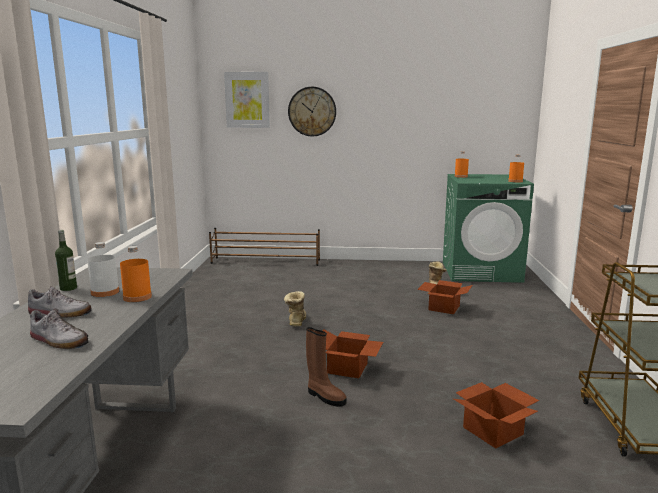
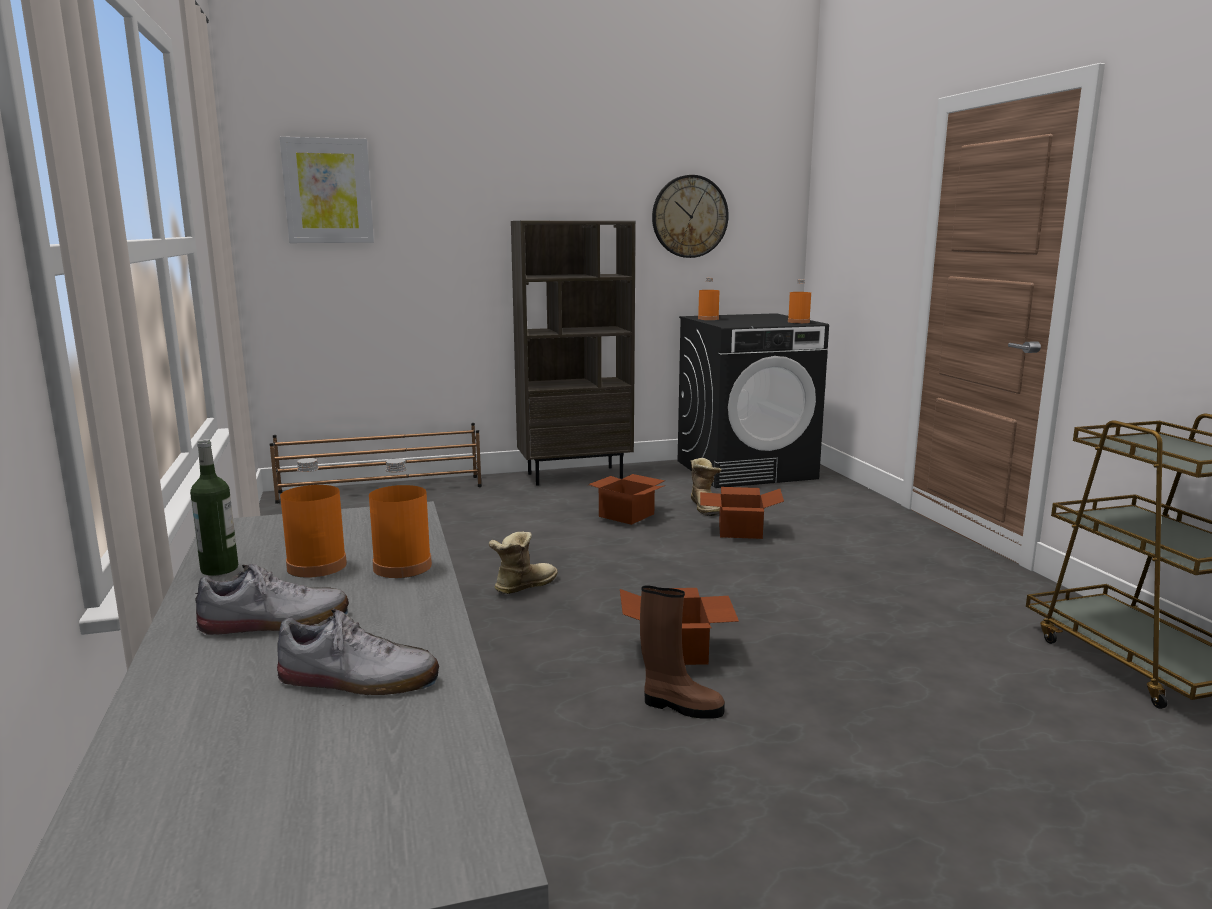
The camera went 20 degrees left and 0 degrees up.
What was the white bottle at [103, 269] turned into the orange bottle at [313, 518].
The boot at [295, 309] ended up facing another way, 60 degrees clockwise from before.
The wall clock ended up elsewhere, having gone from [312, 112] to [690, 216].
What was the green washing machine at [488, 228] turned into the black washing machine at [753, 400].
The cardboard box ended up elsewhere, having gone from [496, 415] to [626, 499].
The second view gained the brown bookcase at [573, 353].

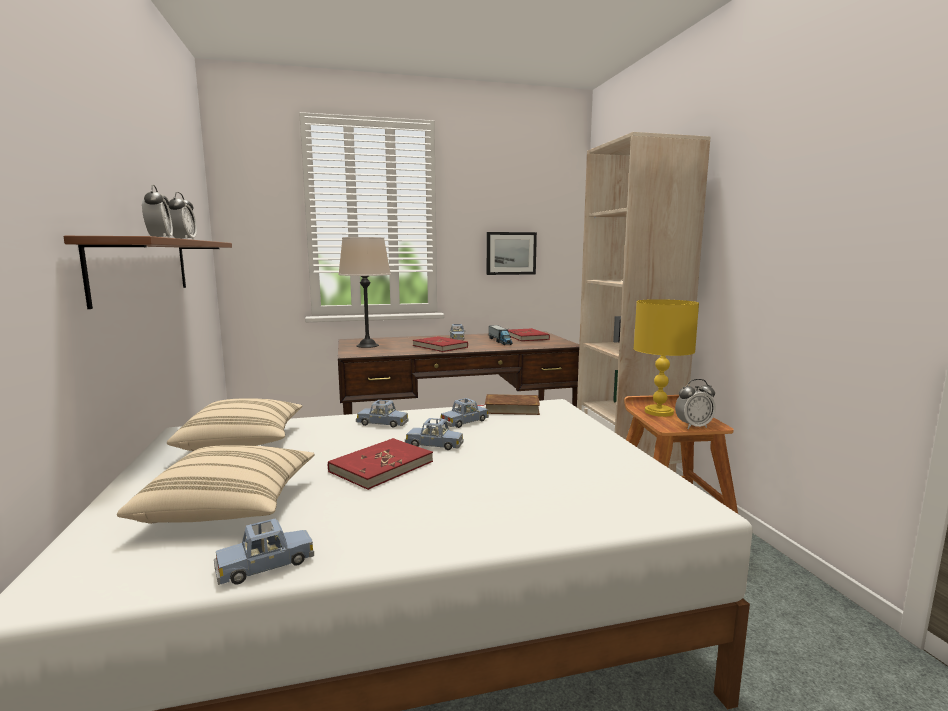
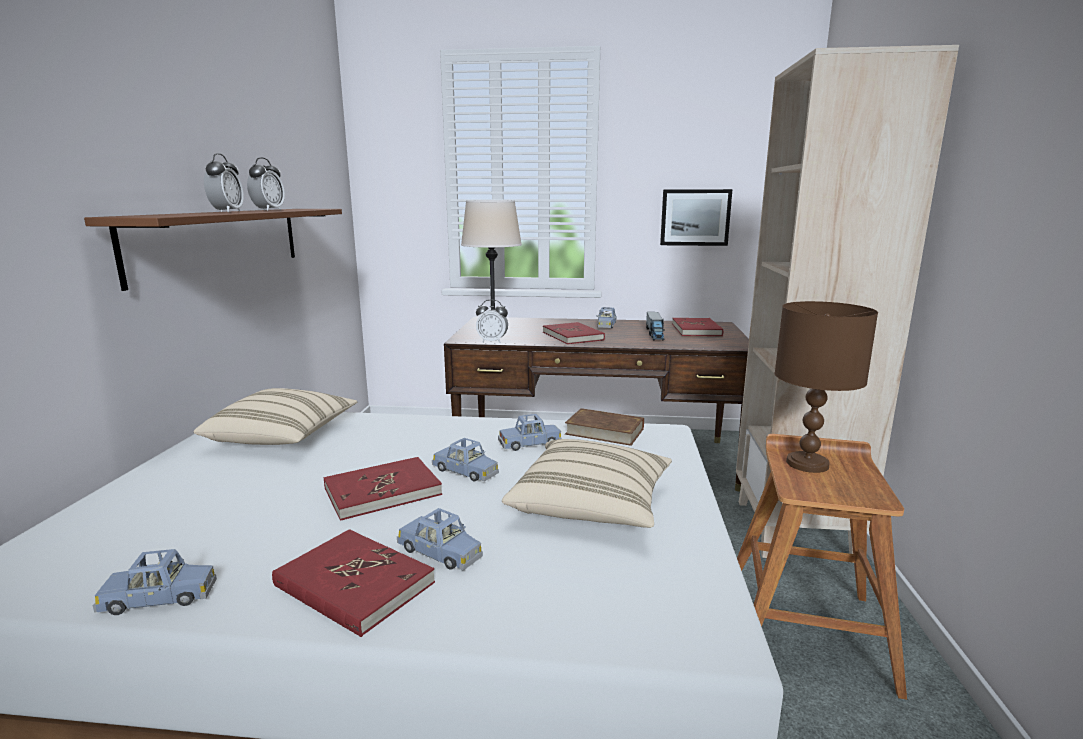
The camera went 20 degrees right and 5 degrees up.
The beige pillow ended up elsewhere, having gone from [216, 484] to [587, 483].
The blue toy car ended up elsewhere, having gone from [382, 414] to [440, 539].
What was the yellow table lamp at [666, 358] turned into the brown table lamp at [826, 387].
The alarm clock ended up elsewhere, having gone from [695, 404] to [492, 321].
The second view gained the red book at [353, 583].

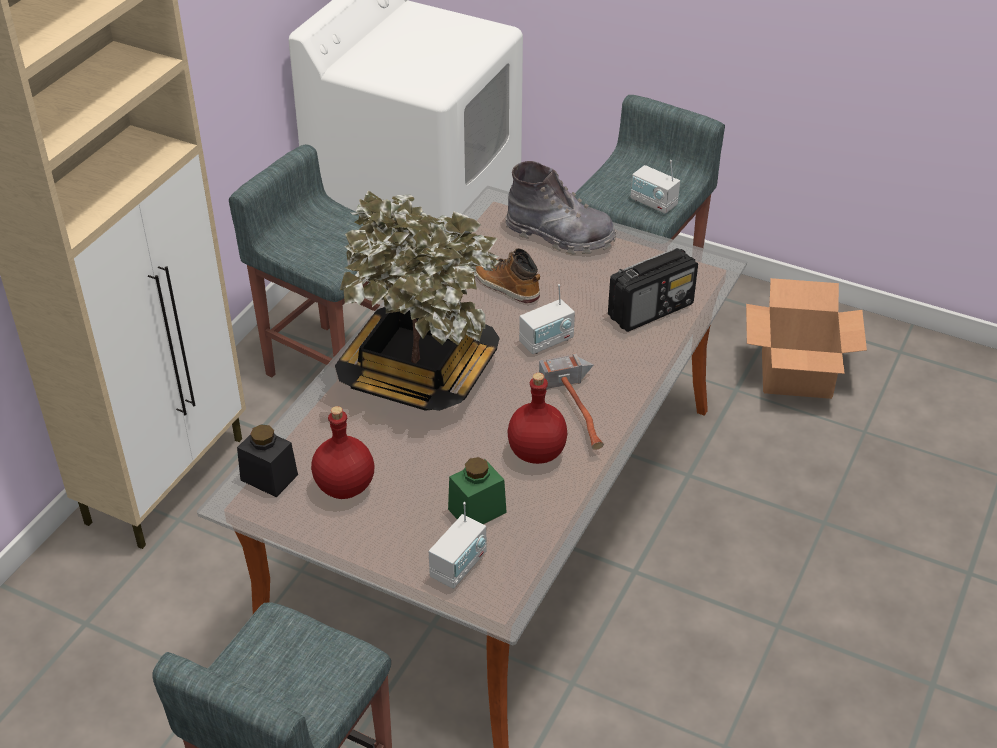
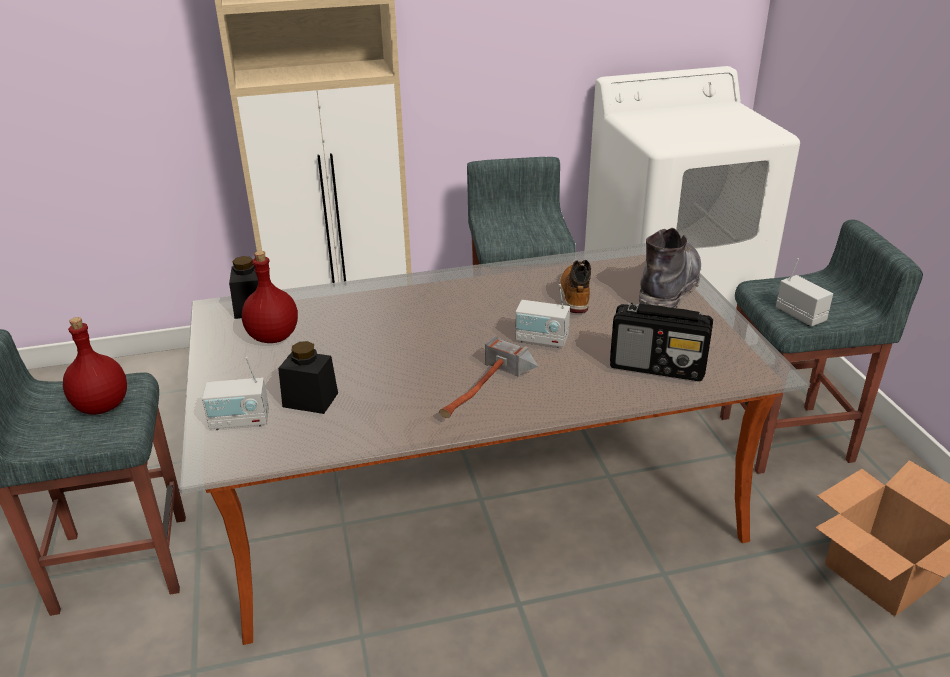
The camera went 50 degrees right and 10 degrees down.
The second view lost the potted plant at [417, 300].
What was the green jar at [477, 490] turned into the black jar at [308, 377].
The grey boot at [560, 208] ended up facing another way, 135 degrees counterclockwise from before.
The red bottle ended up elsewhere, having gone from [538, 418] to [95, 366].
The radio at [655, 187] ended up facing another way, 150 degrees clockwise from before.

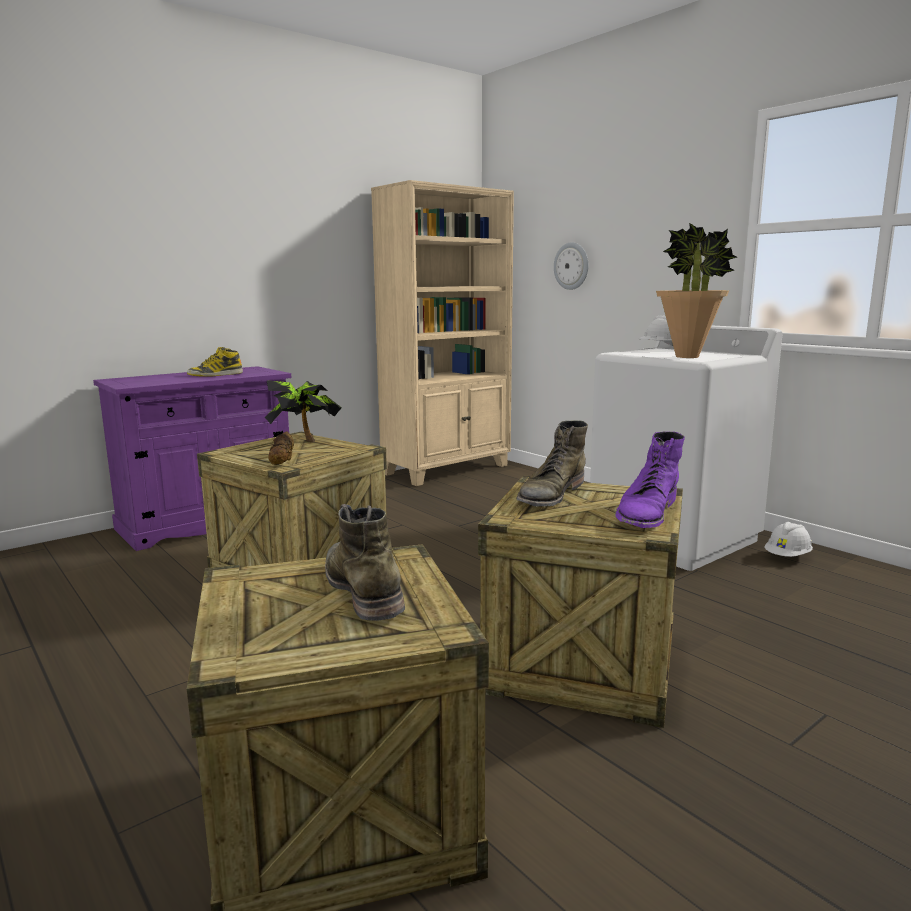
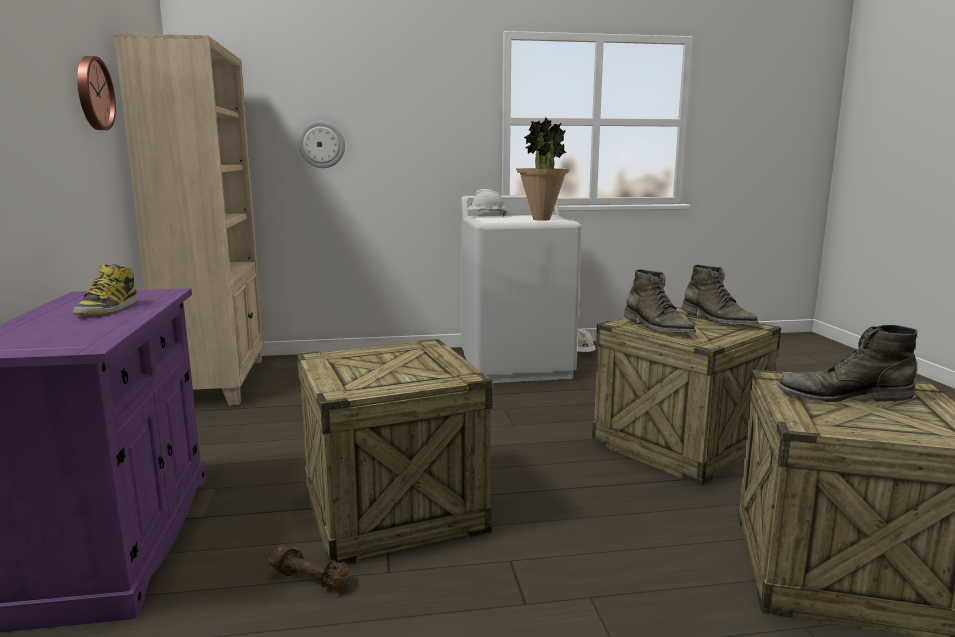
The camera went 60 degrees left and 0 degrees up.
The second view lost the potted plant at [303, 411].
The brown dumbbell ended up elsewhere, having gone from [281, 448] to [308, 568].
What was the purple boot at [650, 479] turned into the green boot at [720, 294].
The second view gained the wall clock at [96, 93].

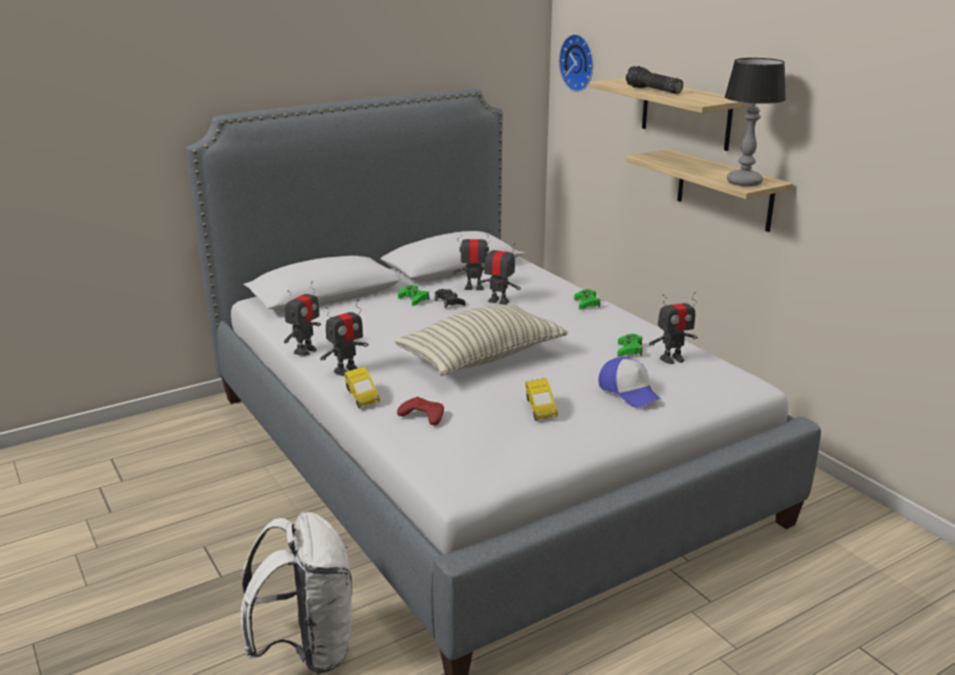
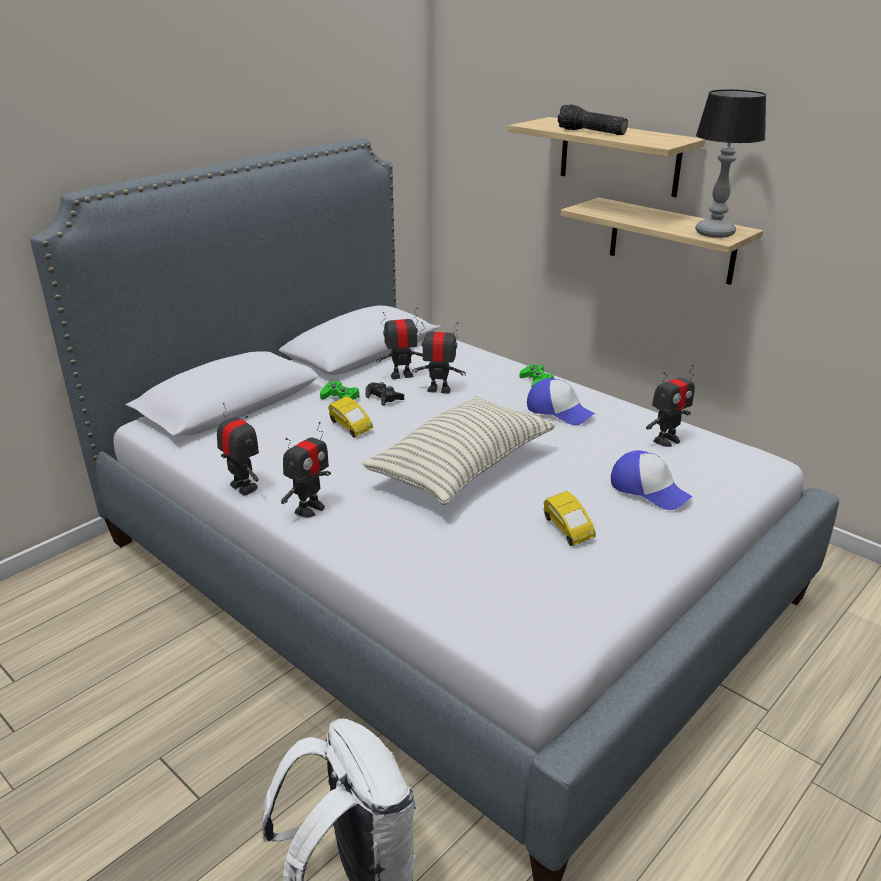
The camera went 15 degrees left and 5 degrees up.
The toy robot at [302, 318] ended up facing another way, 60 degrees counterclockwise from before.
The yellow toy car ended up elsewhere, having gone from [362, 387] to [350, 417].
The second view lost the red game controller at [420, 411].
The second view lost the wall clock at [576, 63].
The second view lost the green game controller at [629, 345].
The second view gained the cap at [561, 401].

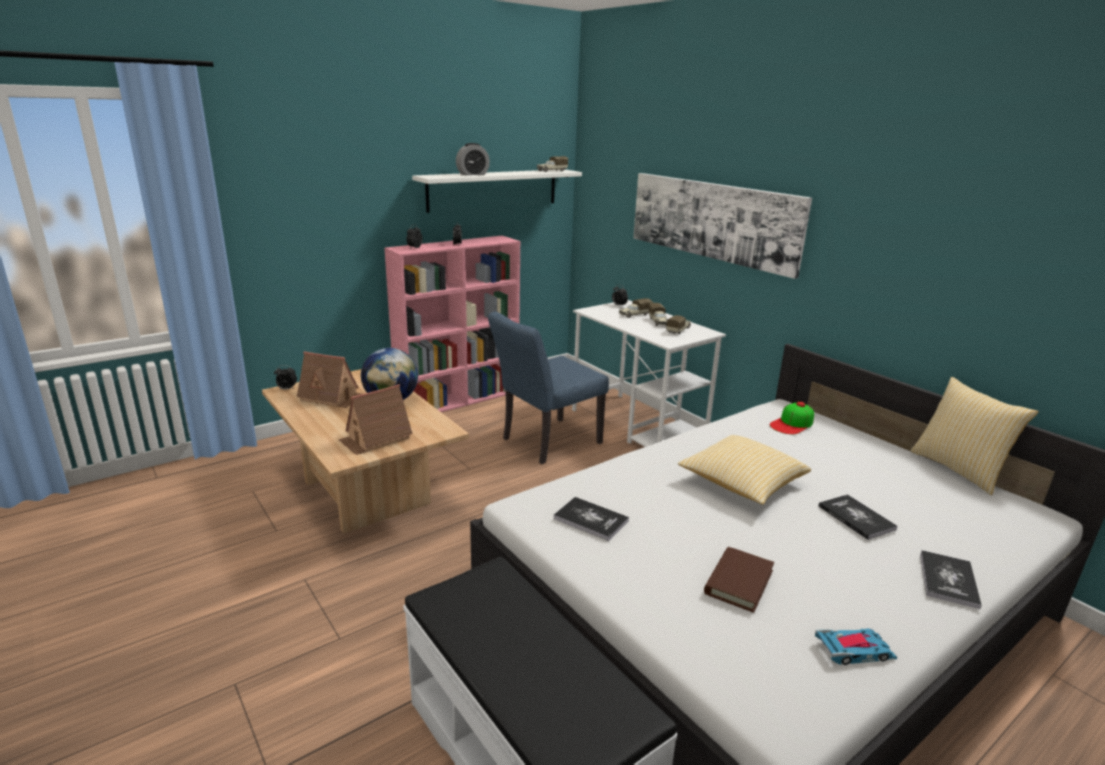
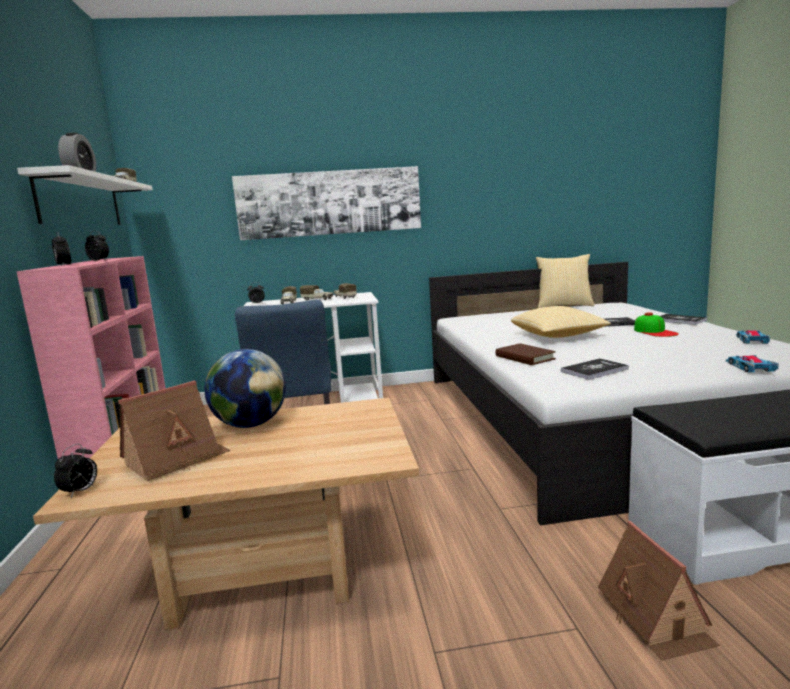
The camera went 60 degrees left and 10 degrees down.
The toy house ended up elsewhere, having gone from [376, 419] to [659, 590].
The brown book ended up elsewhere, having gone from [739, 580] to [525, 354].
The cap ended up elsewhere, having gone from [792, 418] to [656, 324].
The second view gained the toy car at [752, 363].

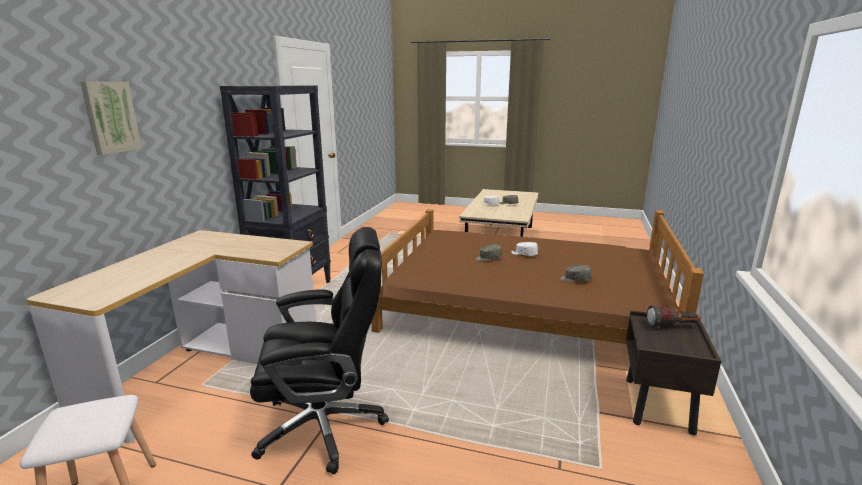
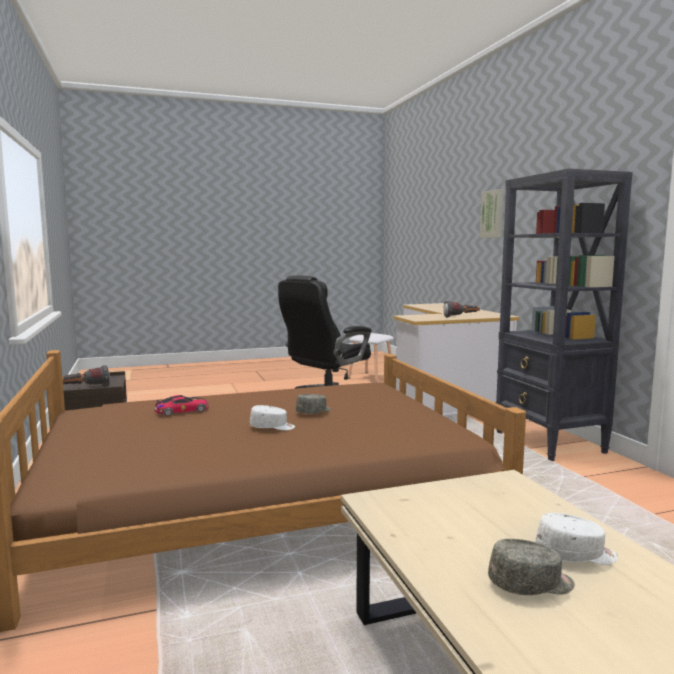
The camera went 145 degrees right and 10 degrees down.
Where the grey cap stood at [575, 273], the toy car came to stand at [182, 405].
The second view gained the flashlight at [461, 309].

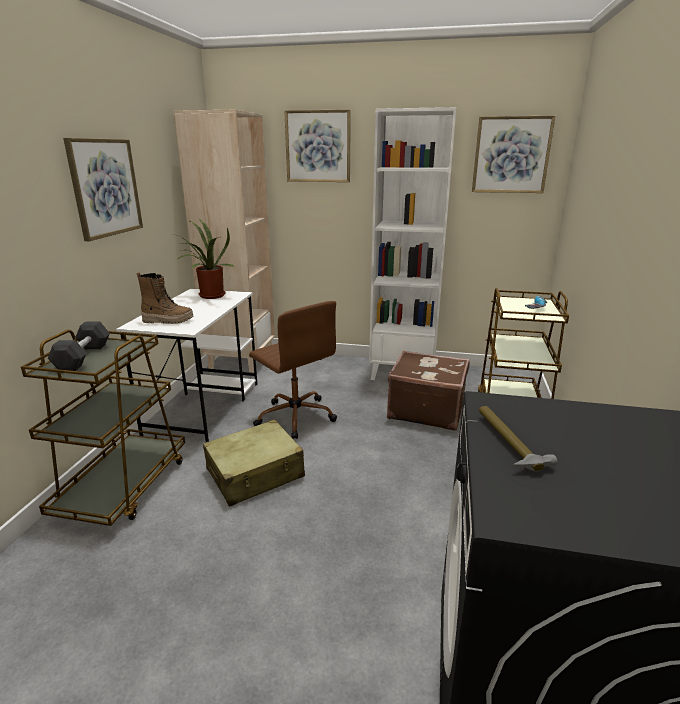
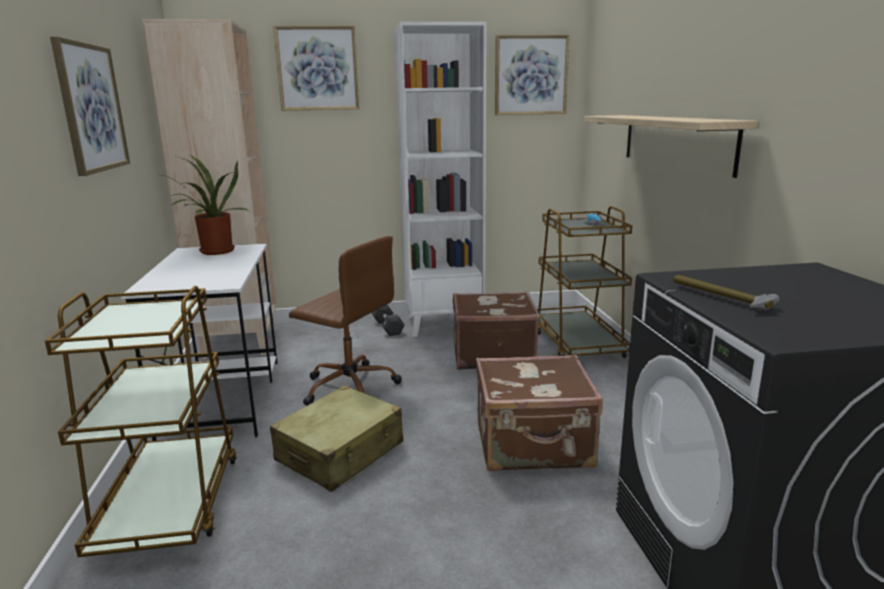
The camera went 20 degrees left and 5 degrees down.
The black dumbbell ended up elsewhere, having gone from [79, 346] to [388, 320].
The second view lost the boot at [165, 298].
The second view gained the brown suitcase at [539, 412].
The second view gained the shelf at [671, 146].

